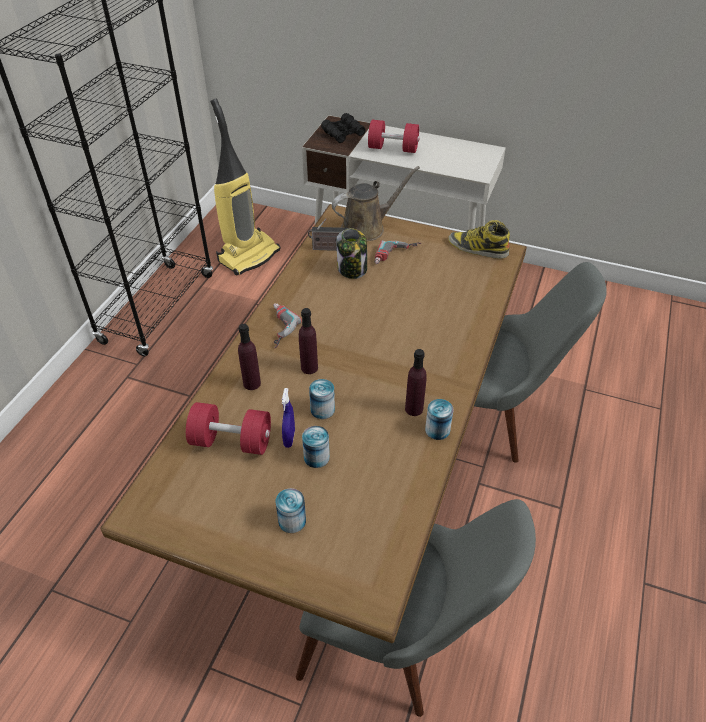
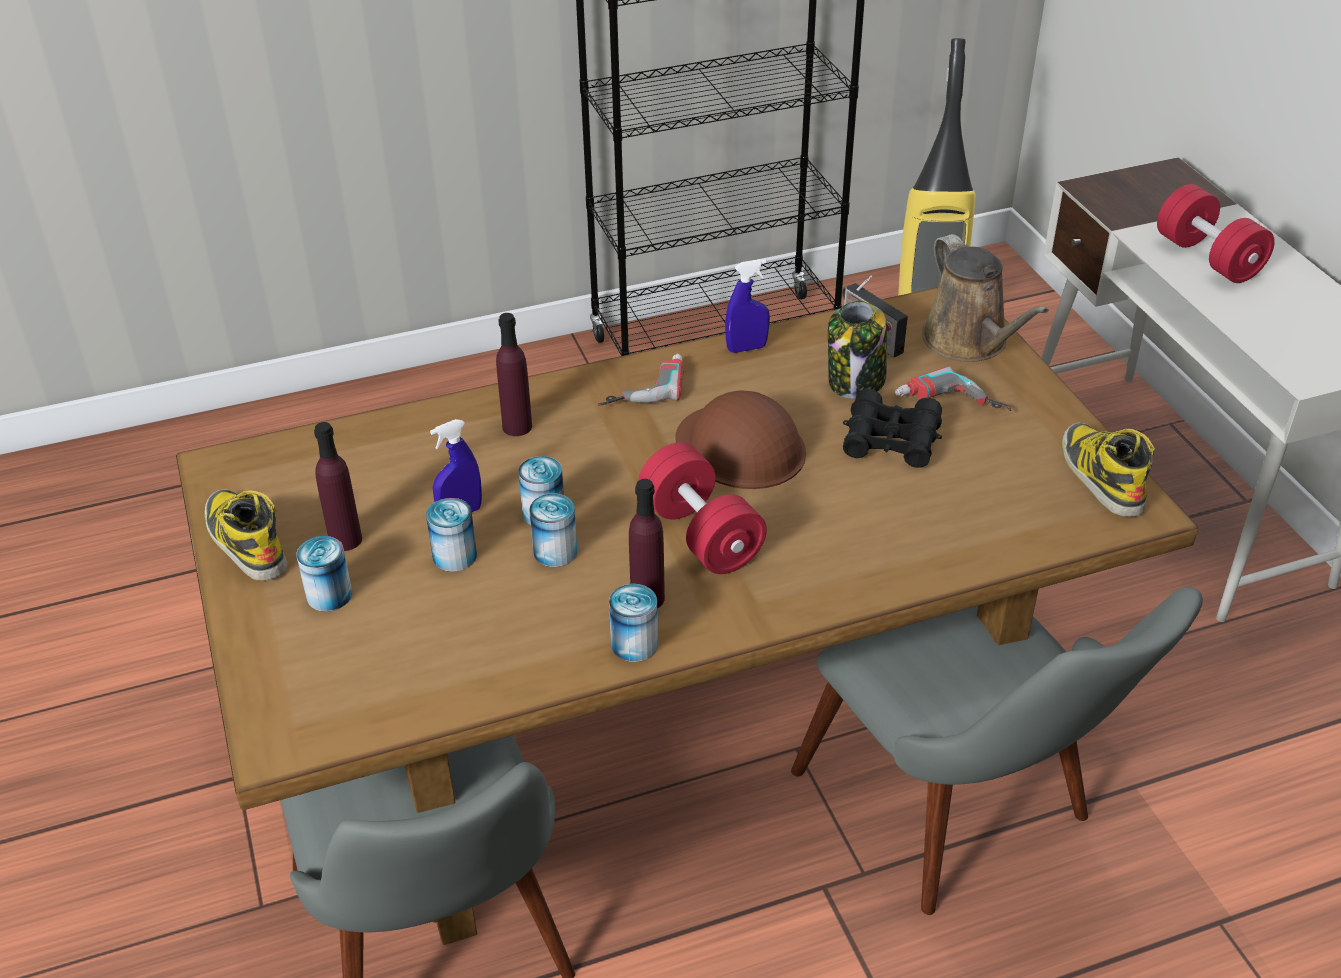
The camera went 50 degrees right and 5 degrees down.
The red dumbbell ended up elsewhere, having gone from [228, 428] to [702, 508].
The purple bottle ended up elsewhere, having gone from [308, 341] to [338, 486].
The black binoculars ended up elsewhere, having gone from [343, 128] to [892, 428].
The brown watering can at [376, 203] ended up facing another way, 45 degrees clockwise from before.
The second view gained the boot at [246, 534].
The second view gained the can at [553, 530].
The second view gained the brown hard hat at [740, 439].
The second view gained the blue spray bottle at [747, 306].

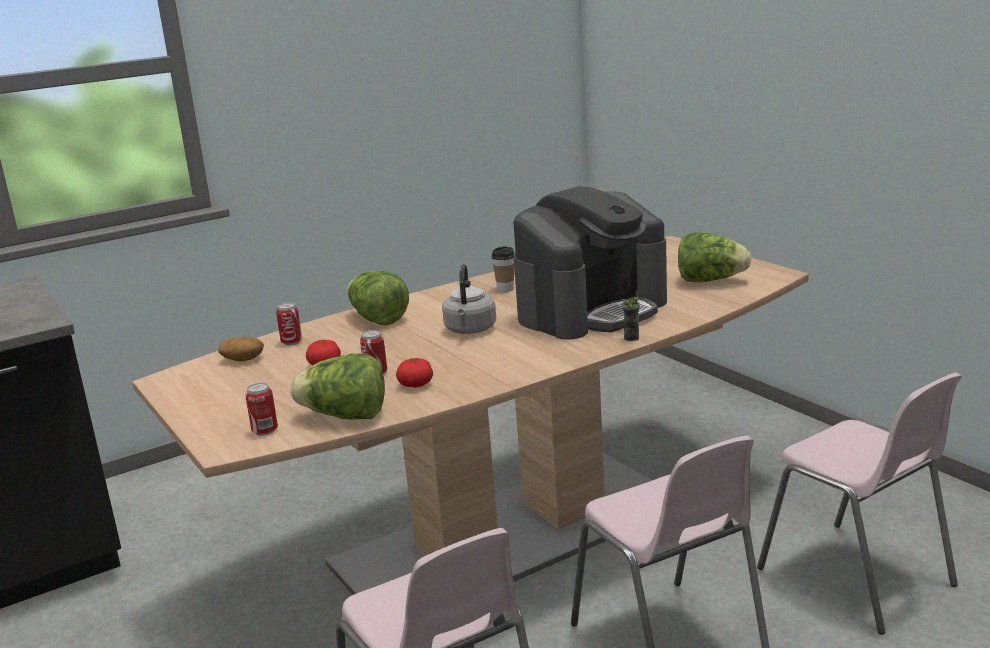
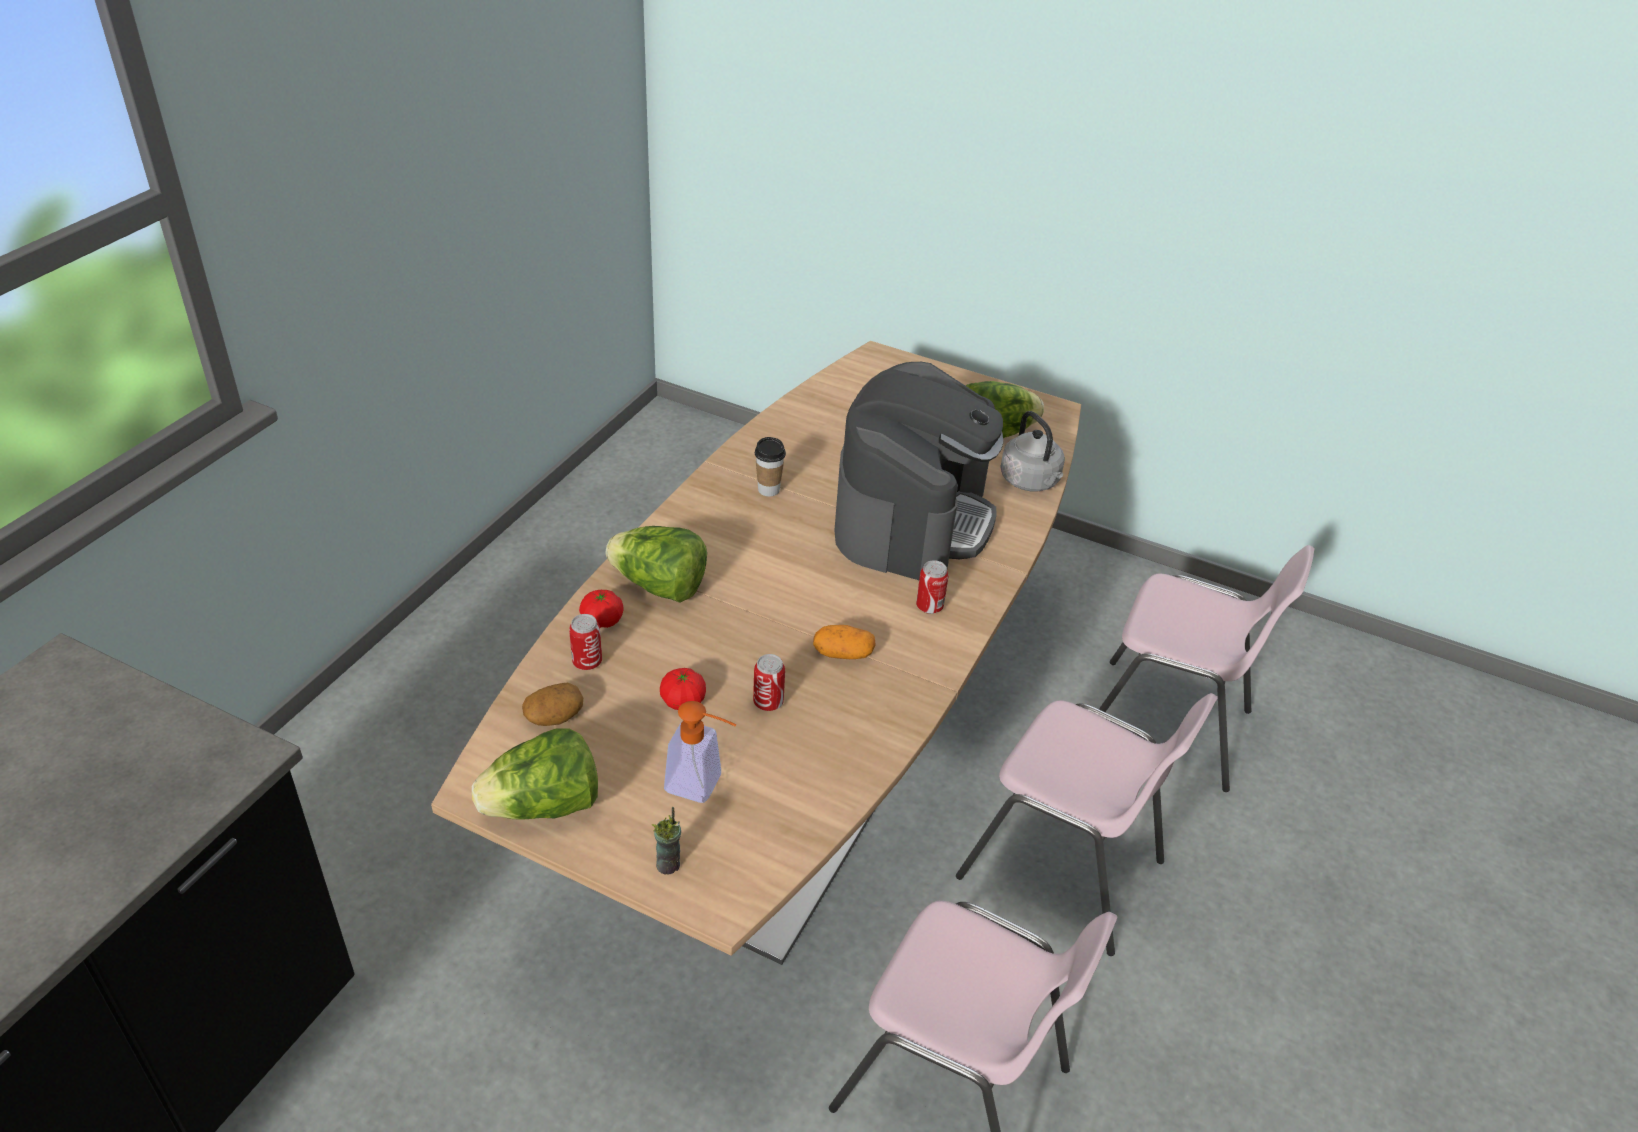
The camera went 35 degrees left and 20 degrees up.
The can ended up elsewhere, having gone from [262, 409] to [932, 587].
The lettuce ended up elsewhere, having gone from [338, 386] to [534, 774].
The tomato ended up elsewhere, having gone from [414, 373] to [601, 609].
The grey kettle ended up elsewhere, having gone from [469, 299] to [1032, 451].
The cup ended up elsewhere, having gone from [631, 315] to [666, 841].
The second view gained the soap dispenser at [700, 752].
The second view gained the potato at [844, 642].

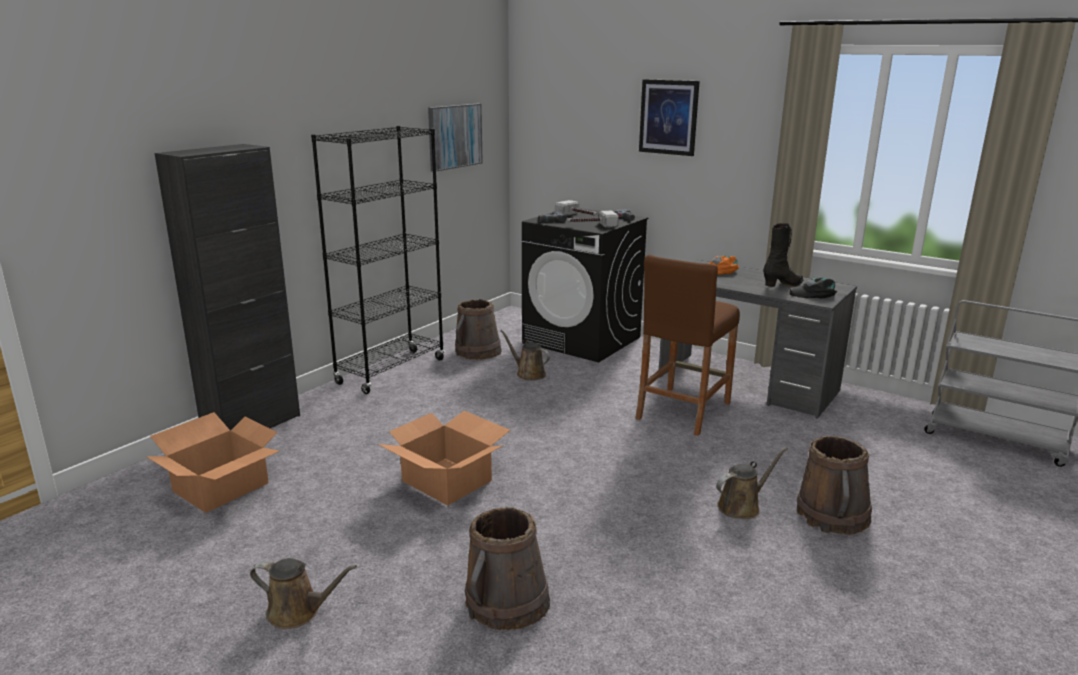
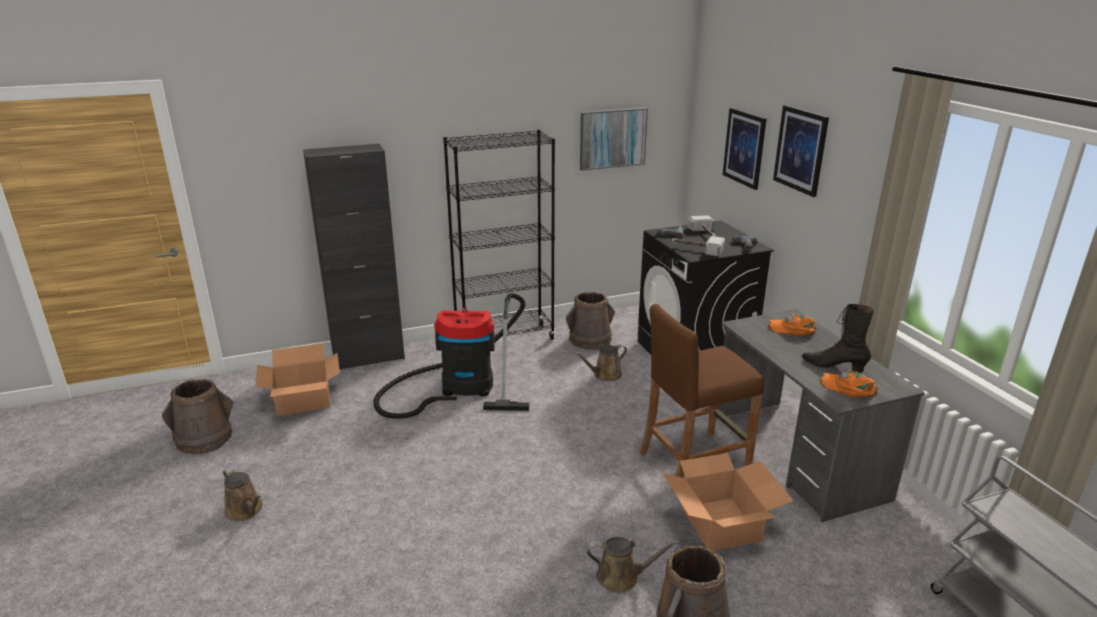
The camera went 35 degrees right and 5 degrees up.
The cardboard box ended up elsewhere, having gone from [444, 458] to [728, 502].
The brown bucket ended up elsewhere, having gone from [507, 568] to [197, 416].
The brown watering can at [525, 355] ended up facing another way, 105 degrees counterclockwise from before.
The black boot at [783, 255] ended up facing another way, 150 degrees counterclockwise from before.
What was the black cap at [813, 287] turned into the orange cap at [849, 383].
The second view gained the vacuum cleaner at [451, 356].
The second view gained the picture at [744, 149].

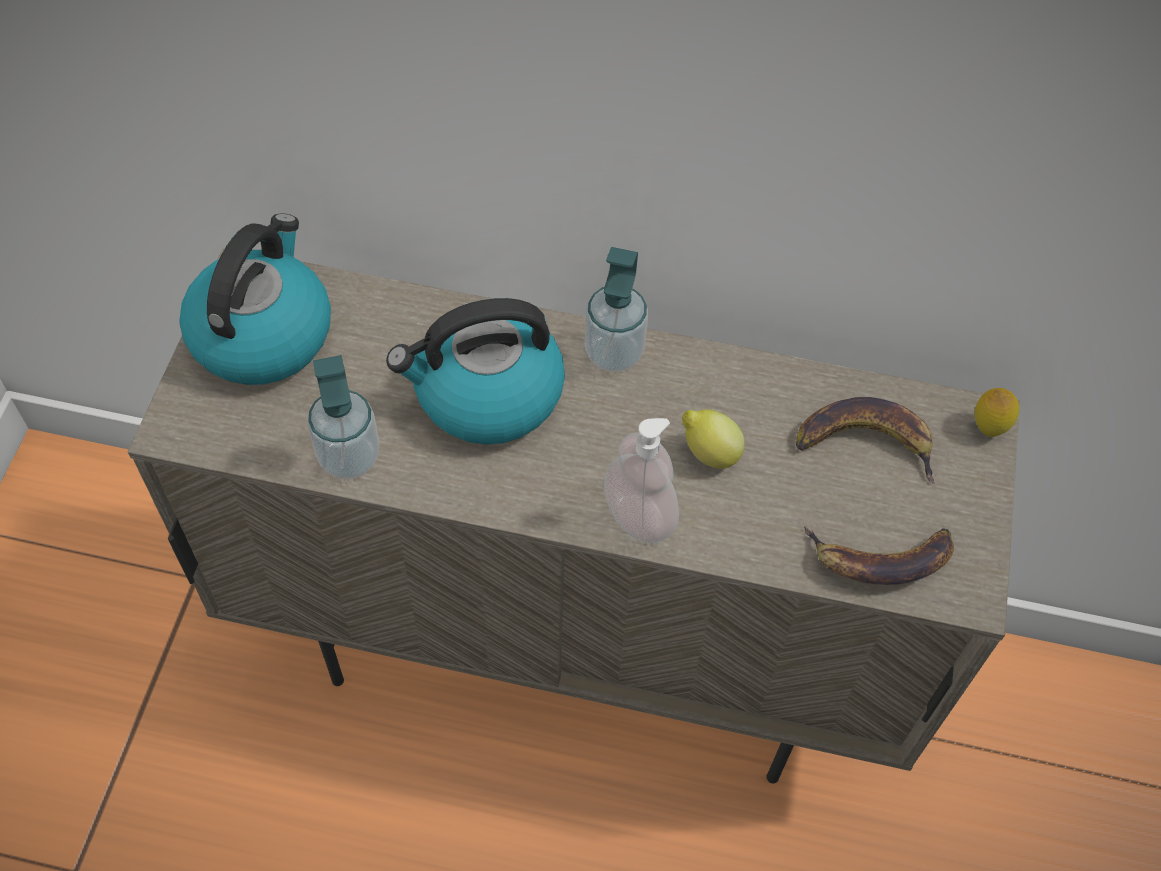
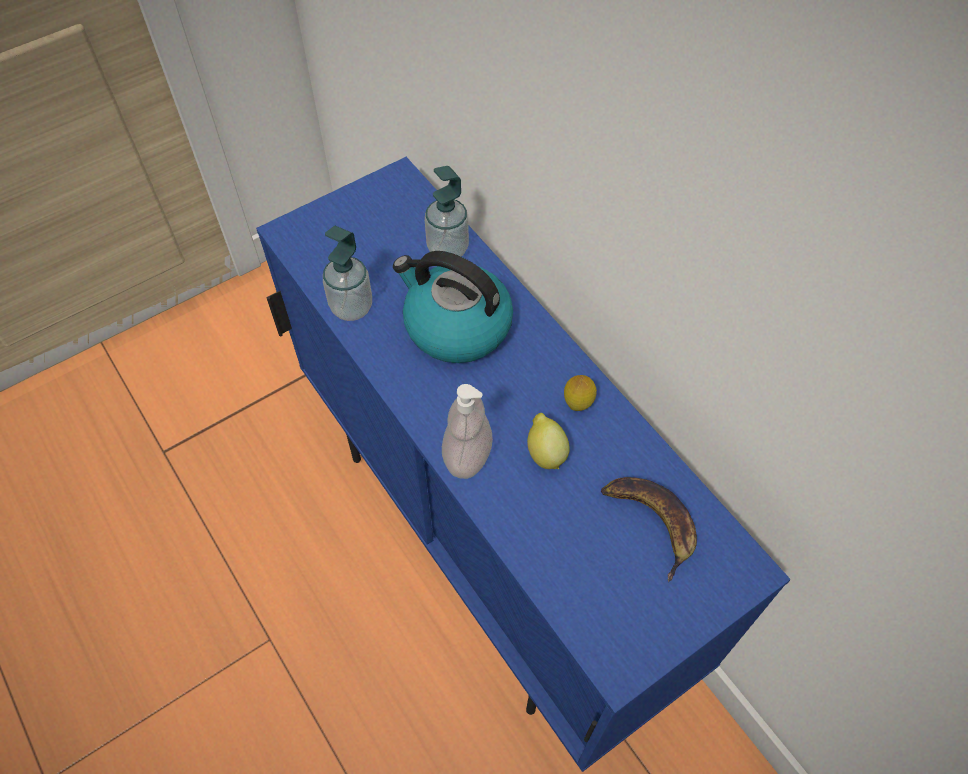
The camera went 45 degrees right and 0 degrees up.
What was the beige cabinet at [574, 515] turned into the blue cabinet at [523, 464].
The second view lost the kettle at [255, 299].
The soap dispenser ended up elsewhere, having gone from [616, 309] to [447, 211].
The second view lost the banana at [879, 555].
The lemon ended up elsewhere, having gone from [997, 412] to [580, 393].

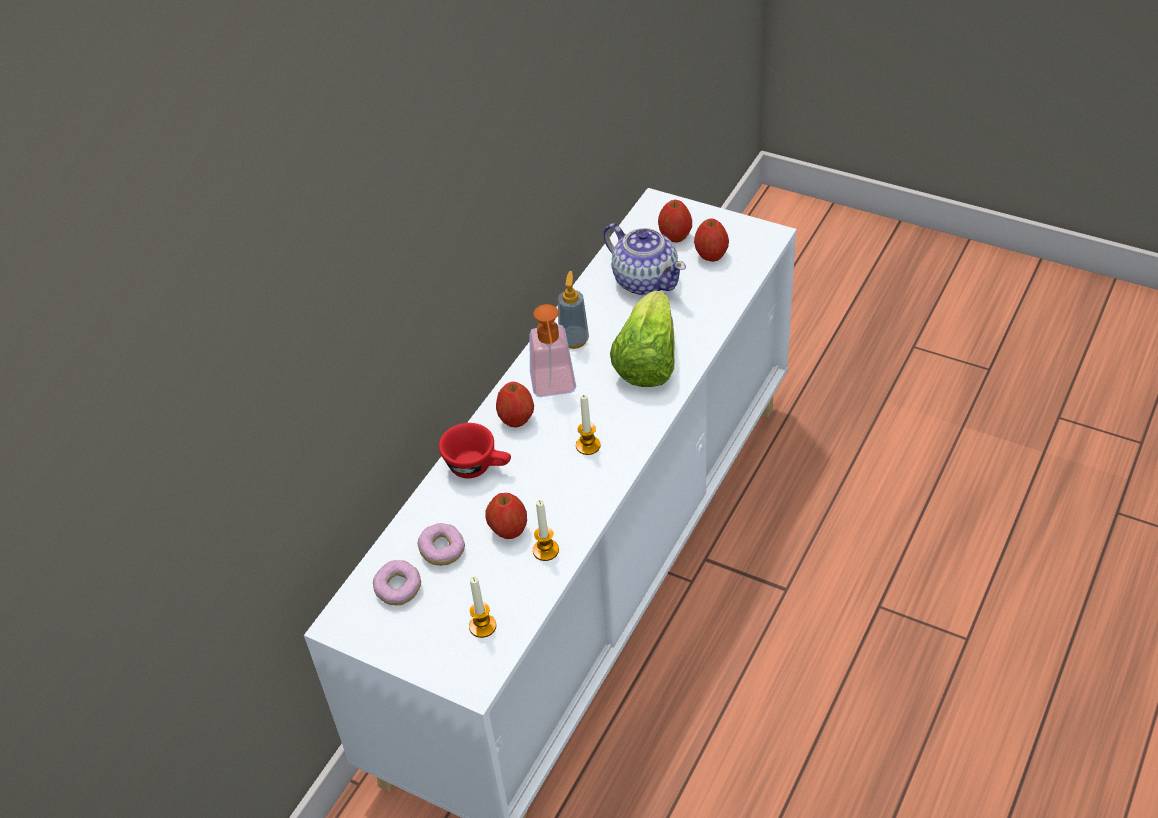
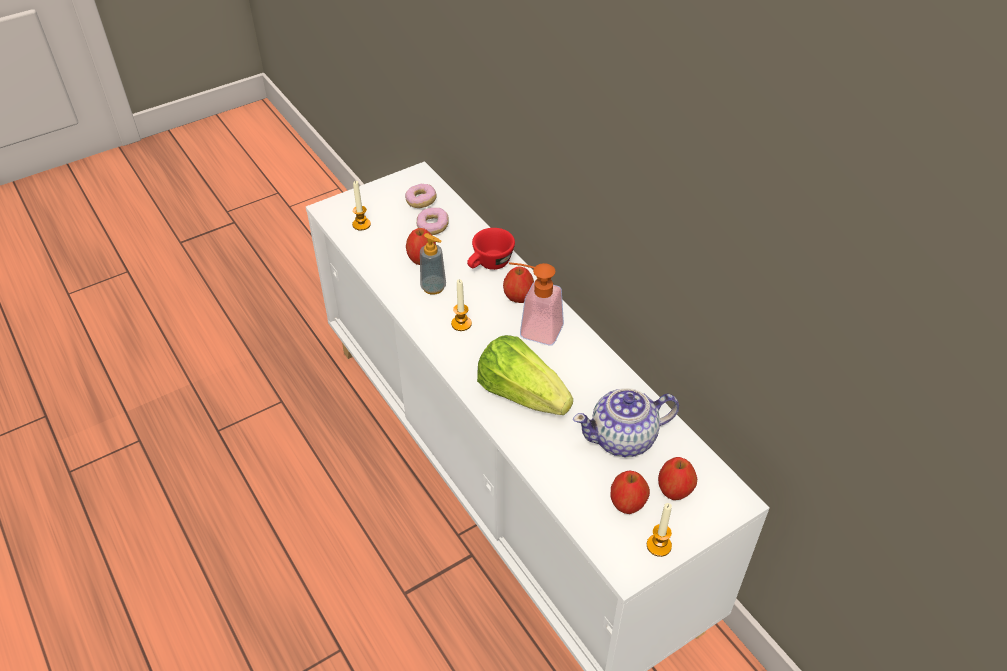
The camera went 115 degrees right and 0 degrees up.
The candle ended up elsewhere, having gone from [546, 530] to [659, 530].
The soap dispenser ended up elsewhere, having gone from [573, 310] to [433, 264].

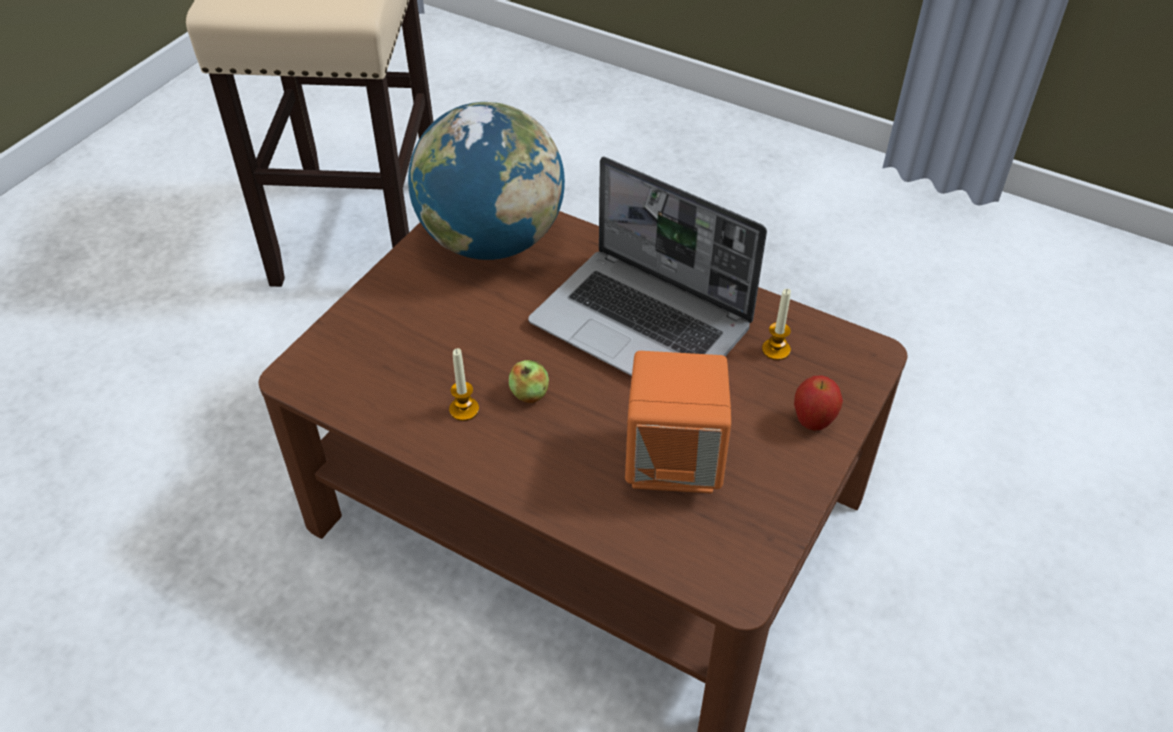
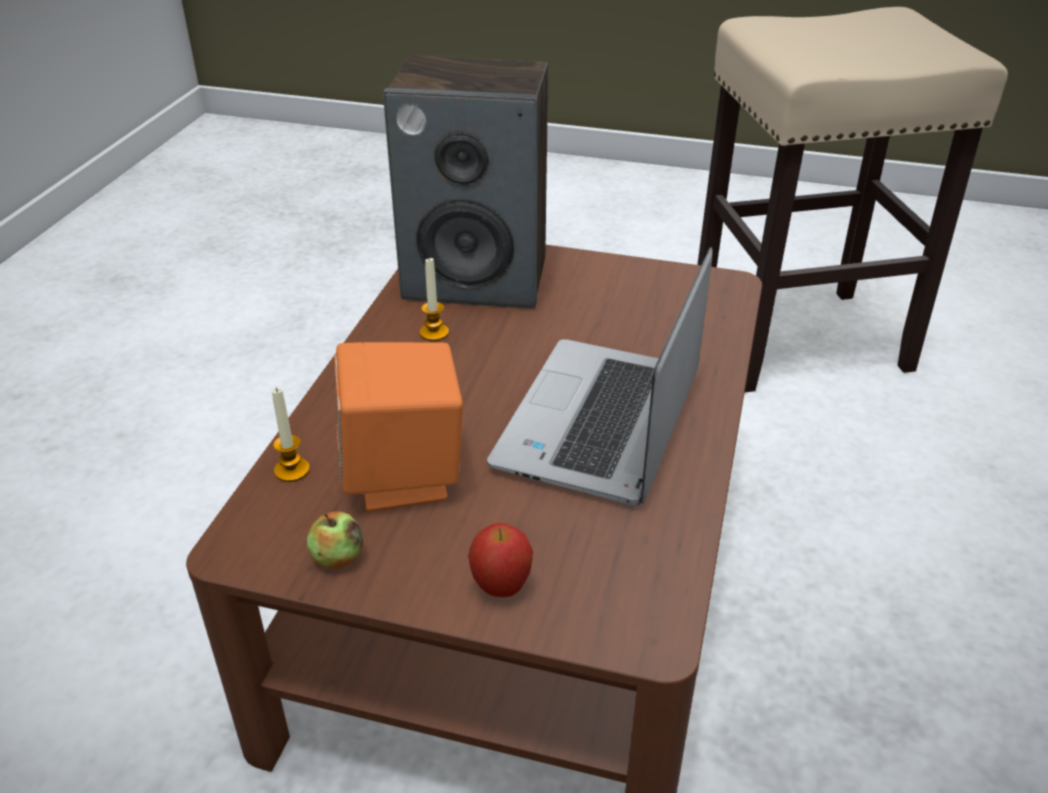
The camera went 75 degrees right and 10 degrees down.
The second view lost the globe at [486, 181].
The apple ended up elsewhere, having gone from [529, 381] to [335, 540].
The candle ended up elsewhere, having gone from [776, 324] to [291, 435].
The second view gained the speaker at [465, 182].

